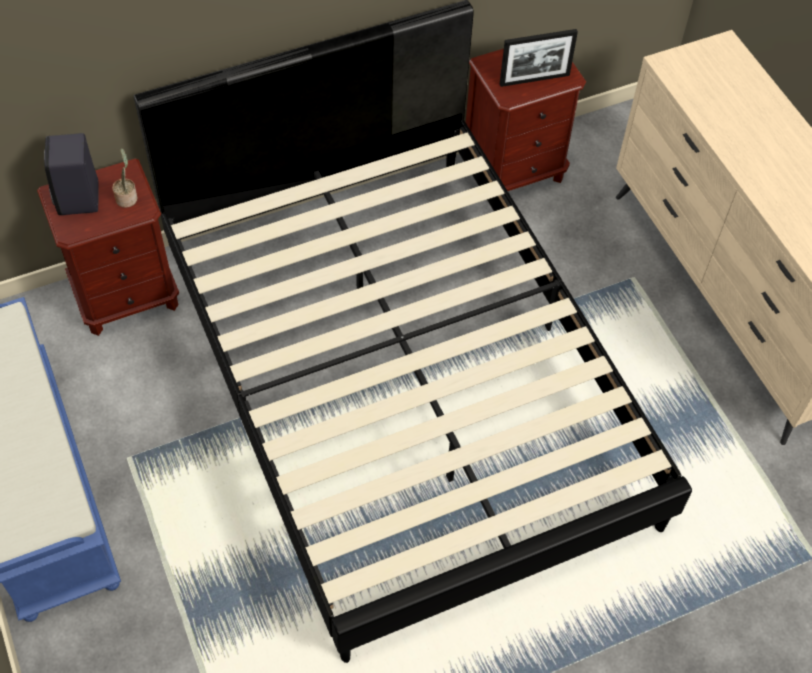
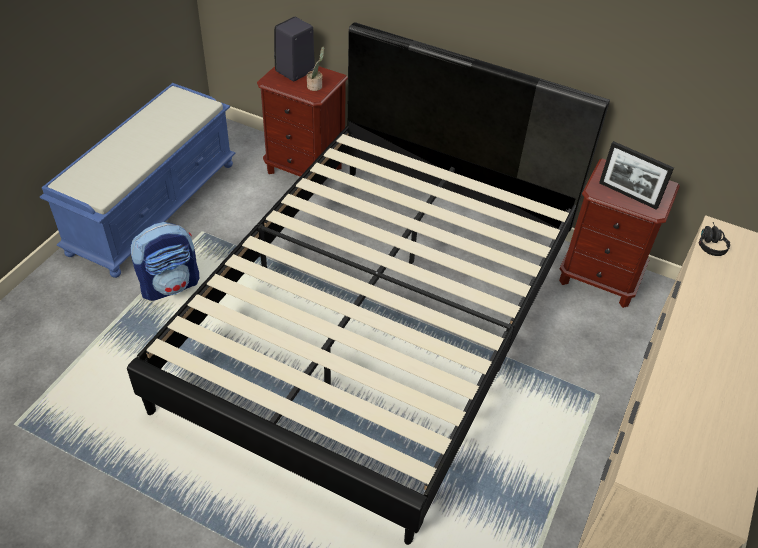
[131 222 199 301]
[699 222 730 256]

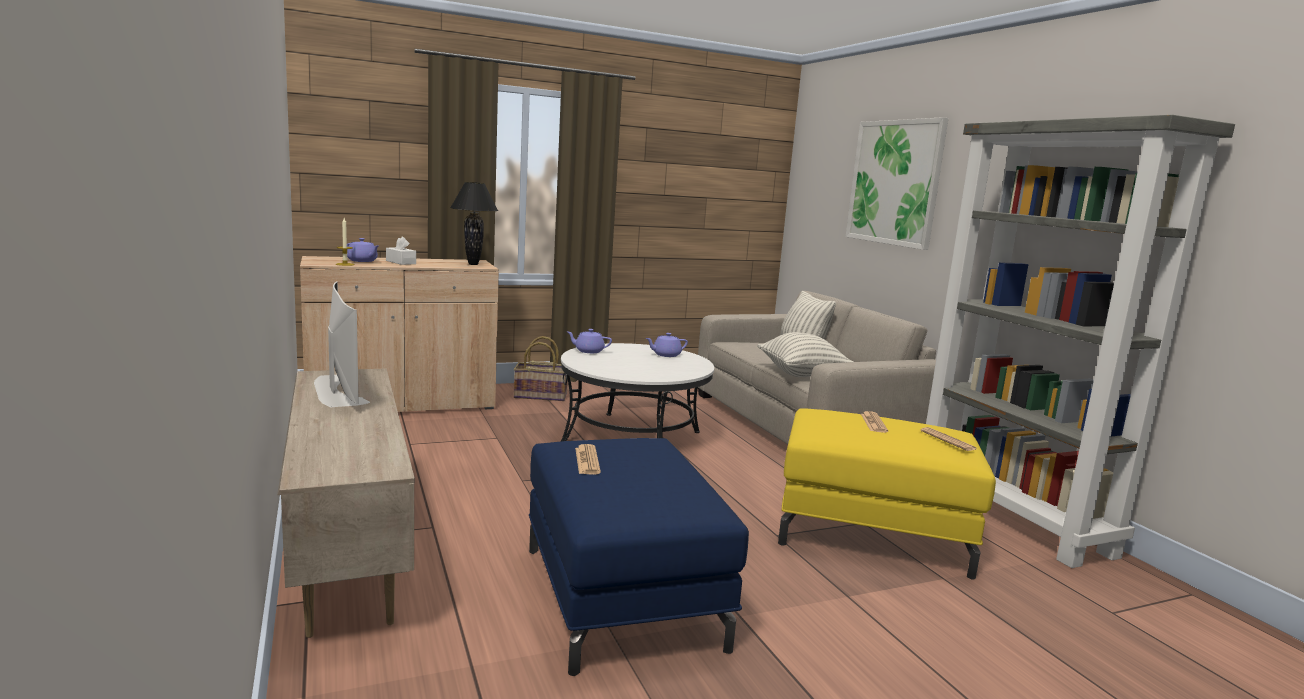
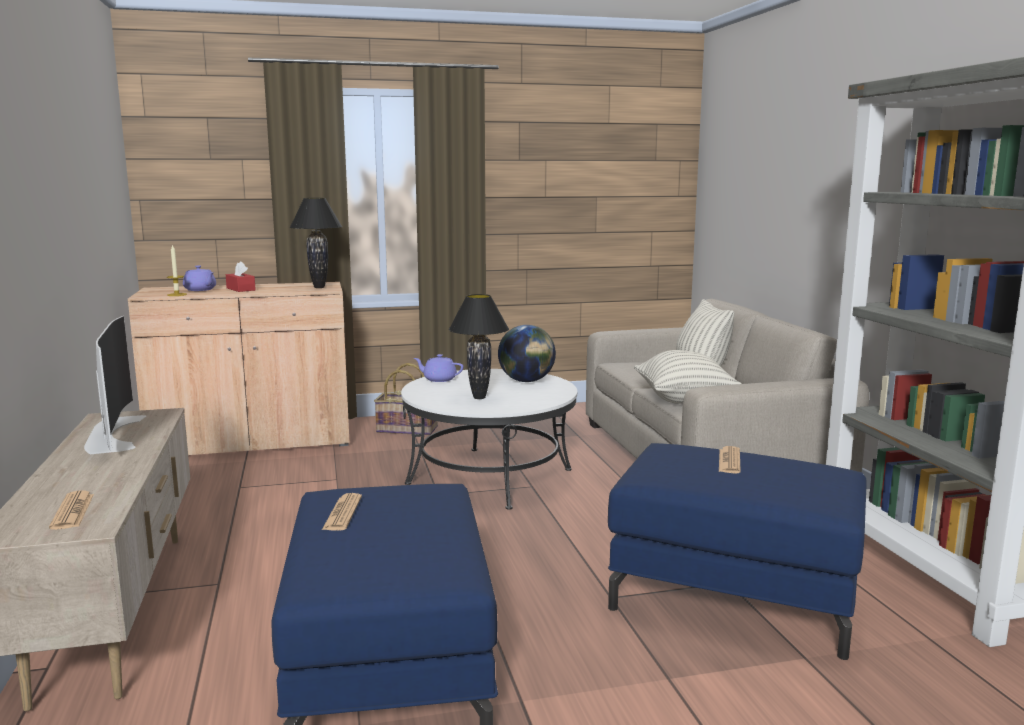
[846 117 948 250] (first image)
[226 261 256 292]
[498 325 556 382]
[608 443 867 660]
[49 491 94 530]
[449 294 509 399]

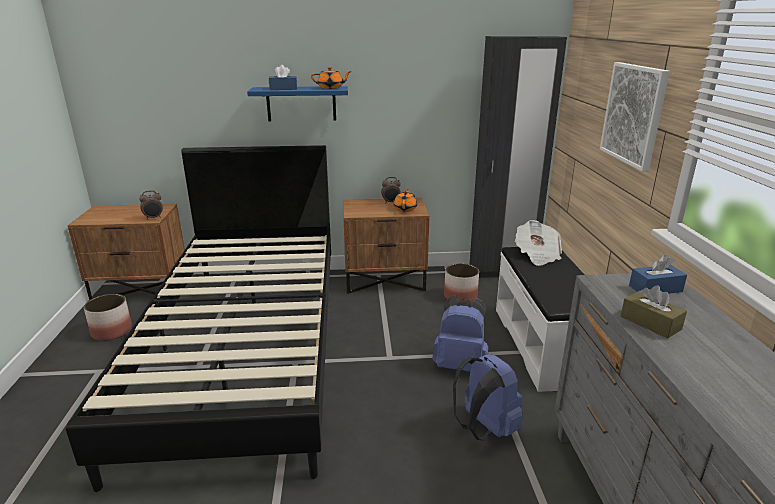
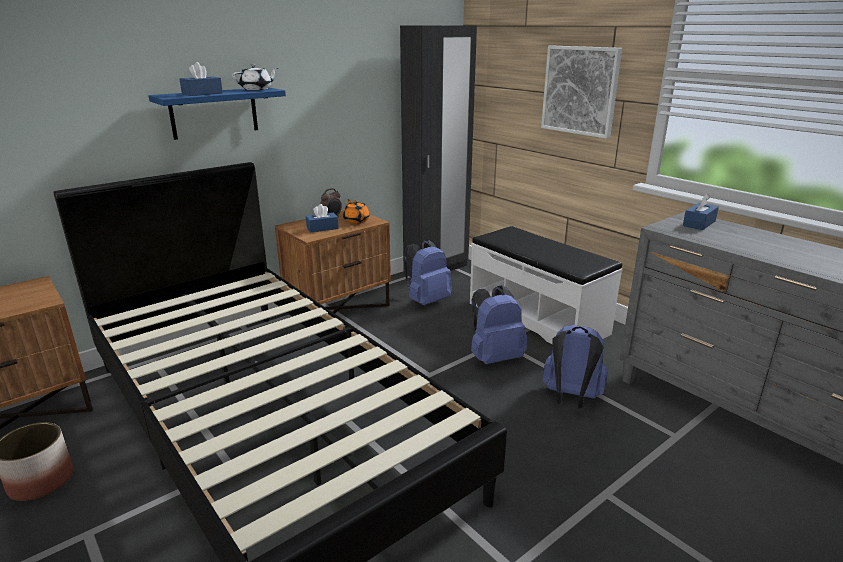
[232 64 278 90]
[139 190 163 220] (first image)
[515 220 562 266] (first image)
[404 240 452 306]
[621 285 687 338] (first image)
[306 204 339 233]

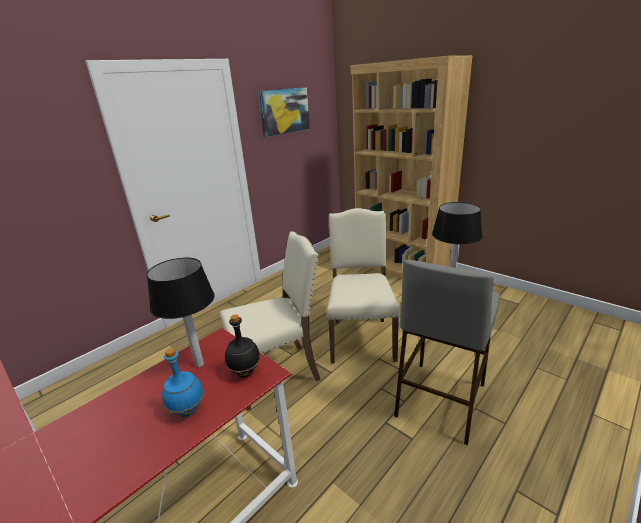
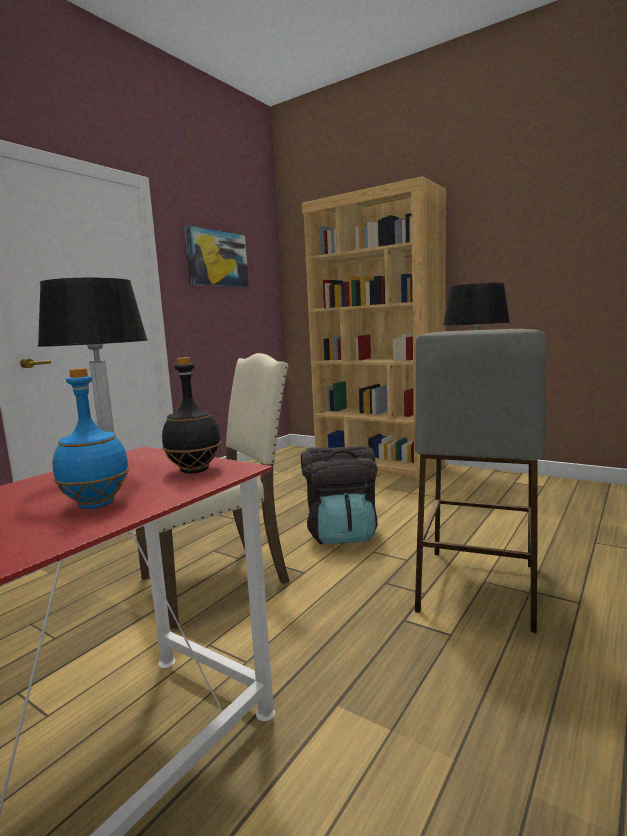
[301 446 378 544]

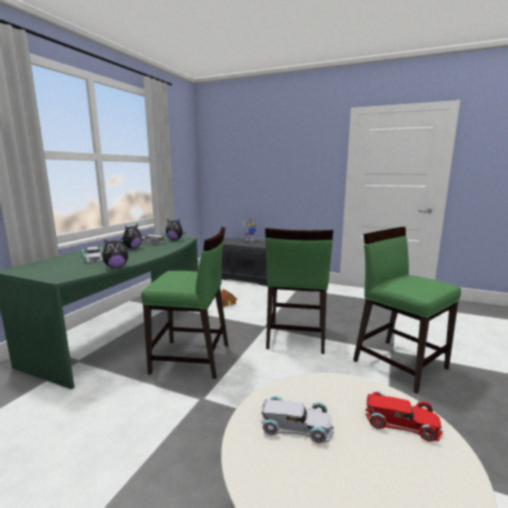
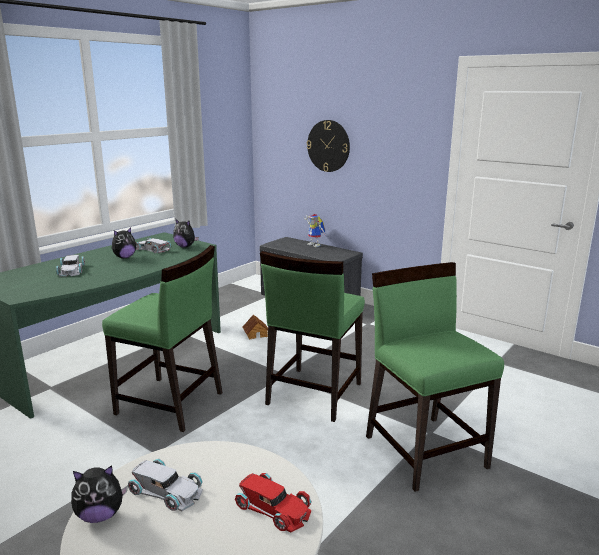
[71 465 128 523]
[307 120 350 172]

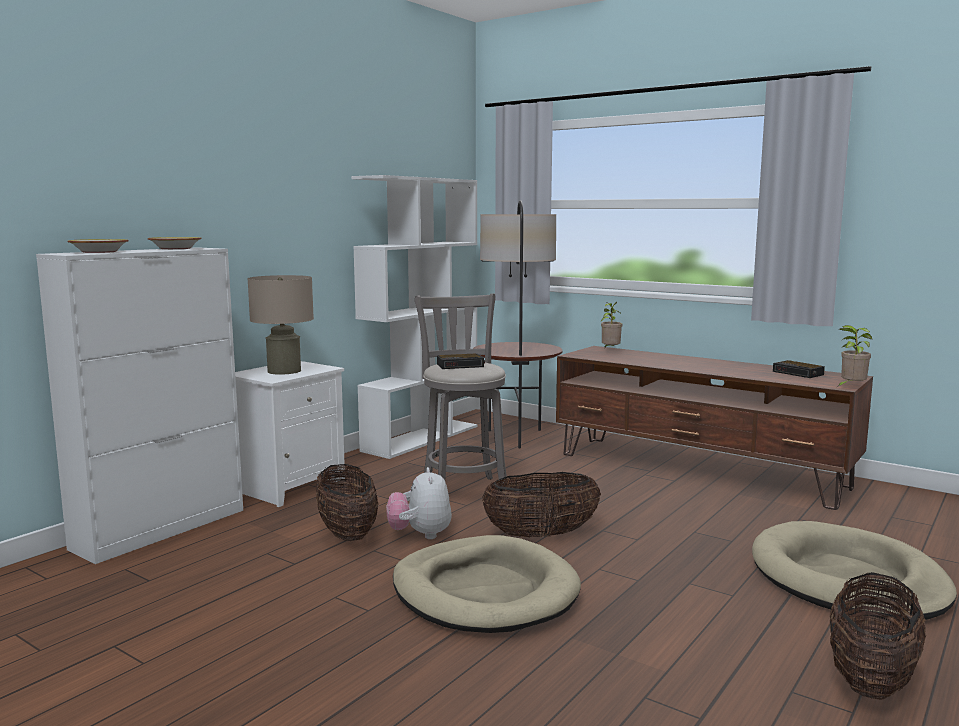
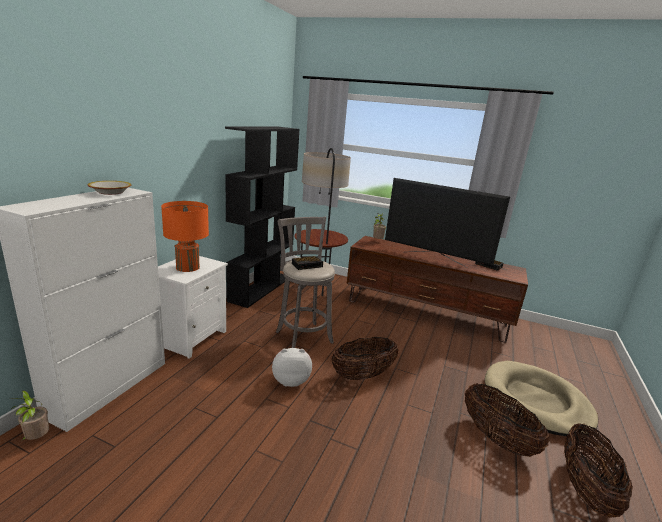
[225 127 300 308]
[68 239 128 253] (first image)
[161 201 209 272]
[11 391 49 441]
[465 383 549 457]
[272 348 312 387]
[393 535 581 633] (first image)
[385 178 510 267]

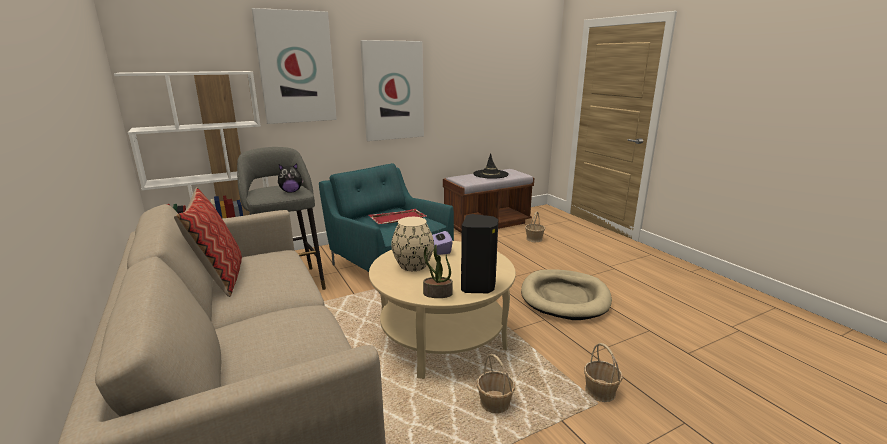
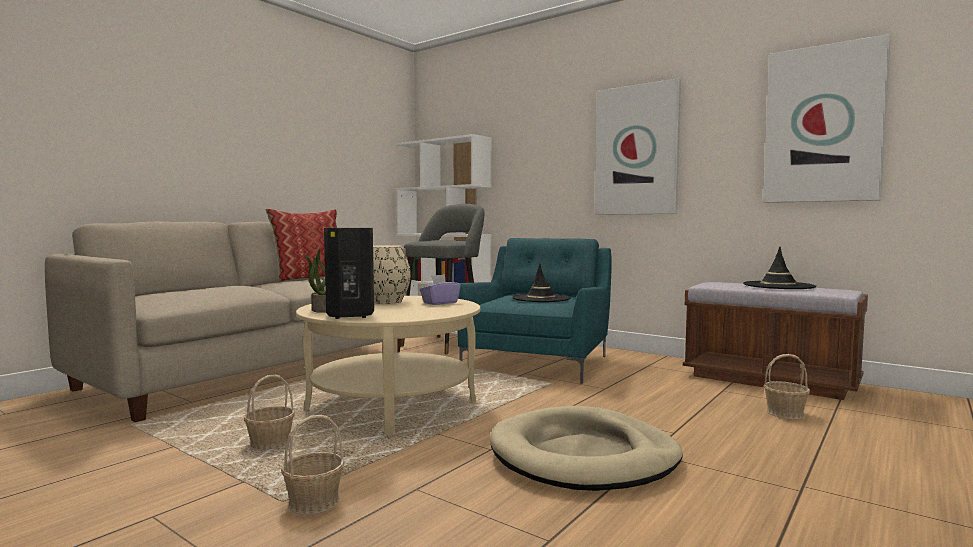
[763 34 891 203]
[278 163 304 193] (first image)
[512 263 570 302]

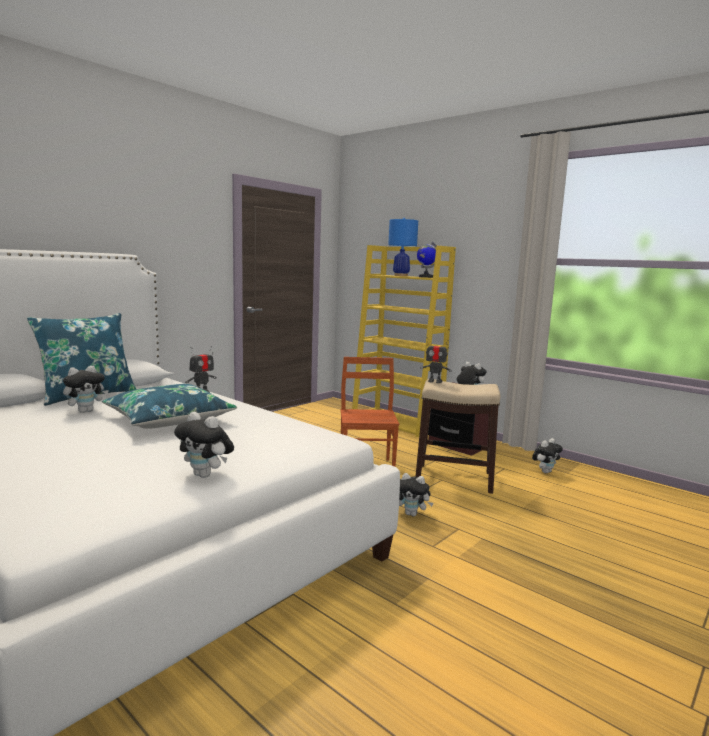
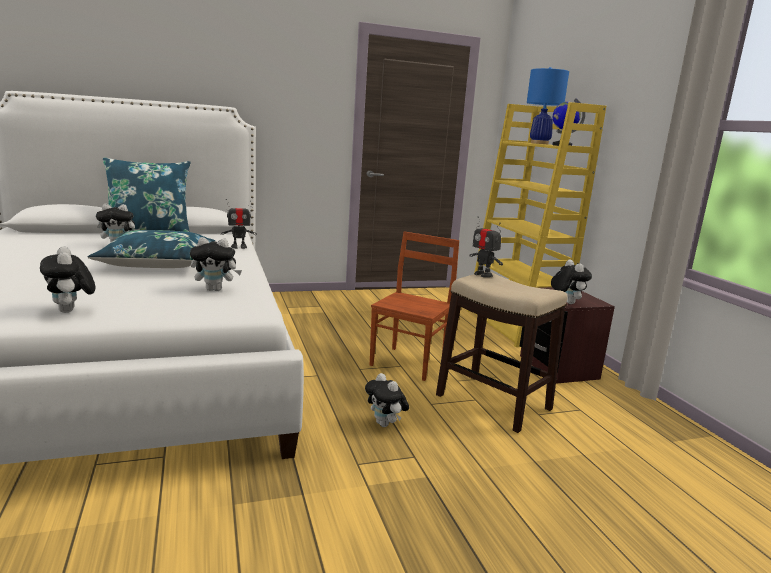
[190 237 242 291]

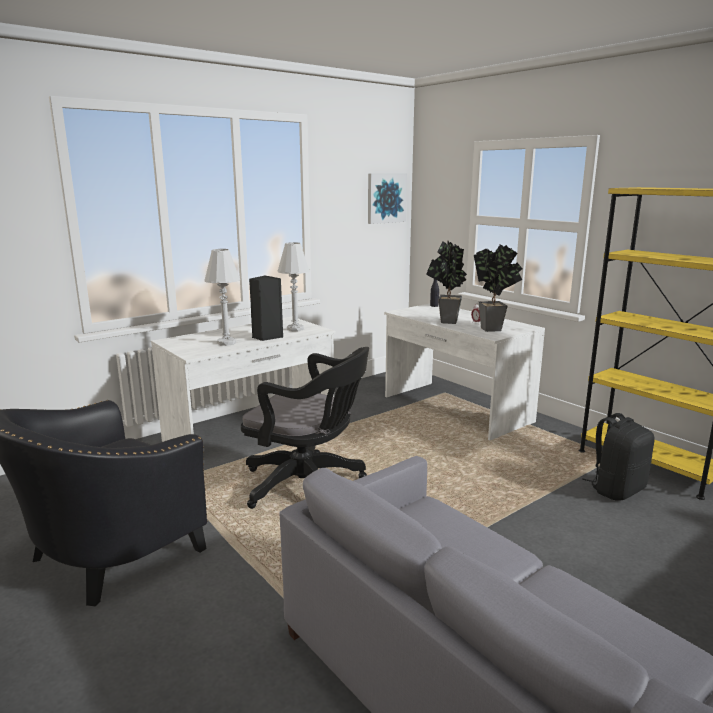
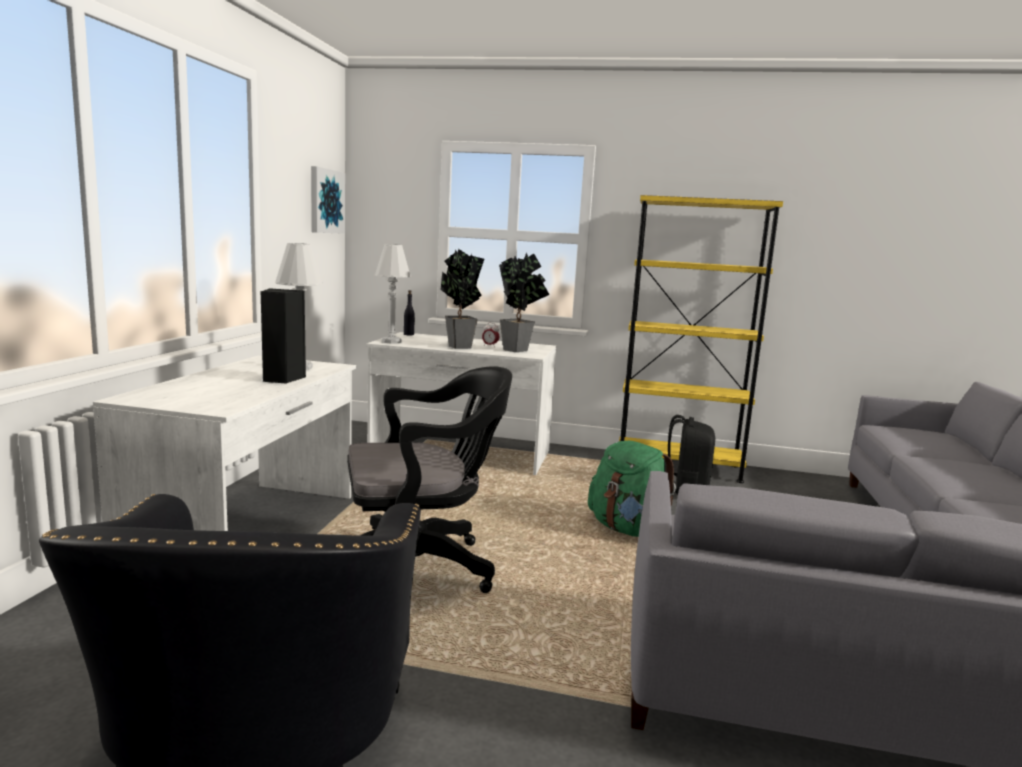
[375 244 411 344]
[588 441 676 537]

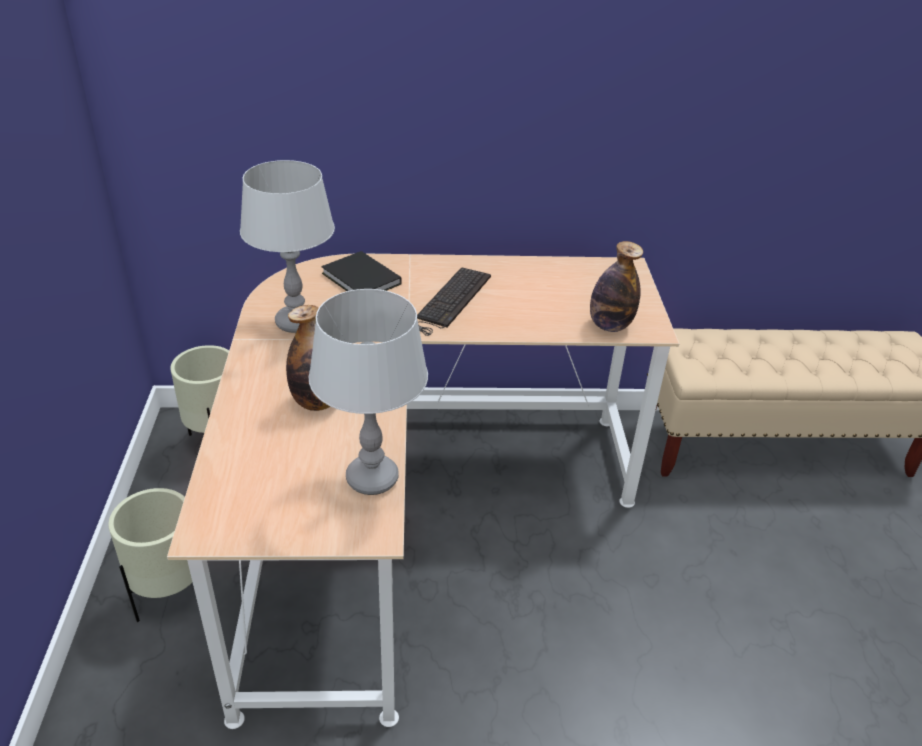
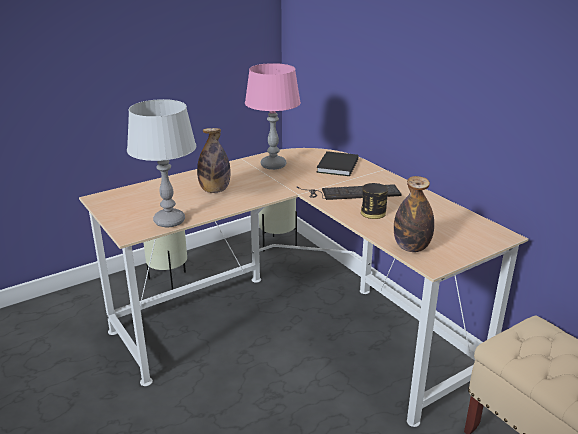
[245 63 301 170]
[361 183 388 219]

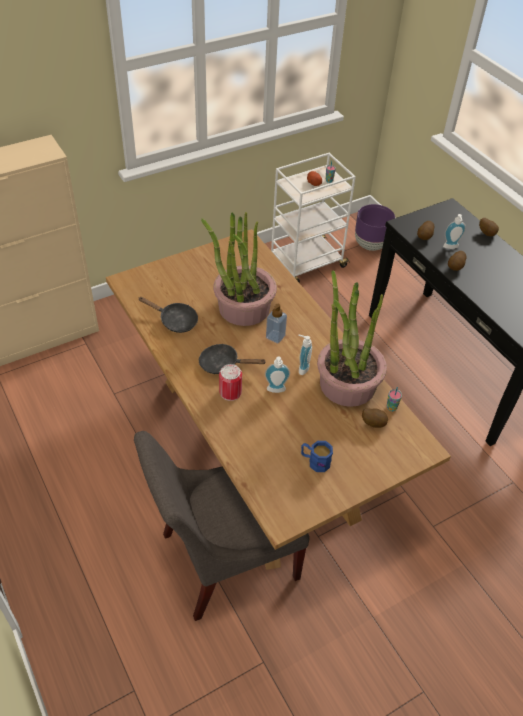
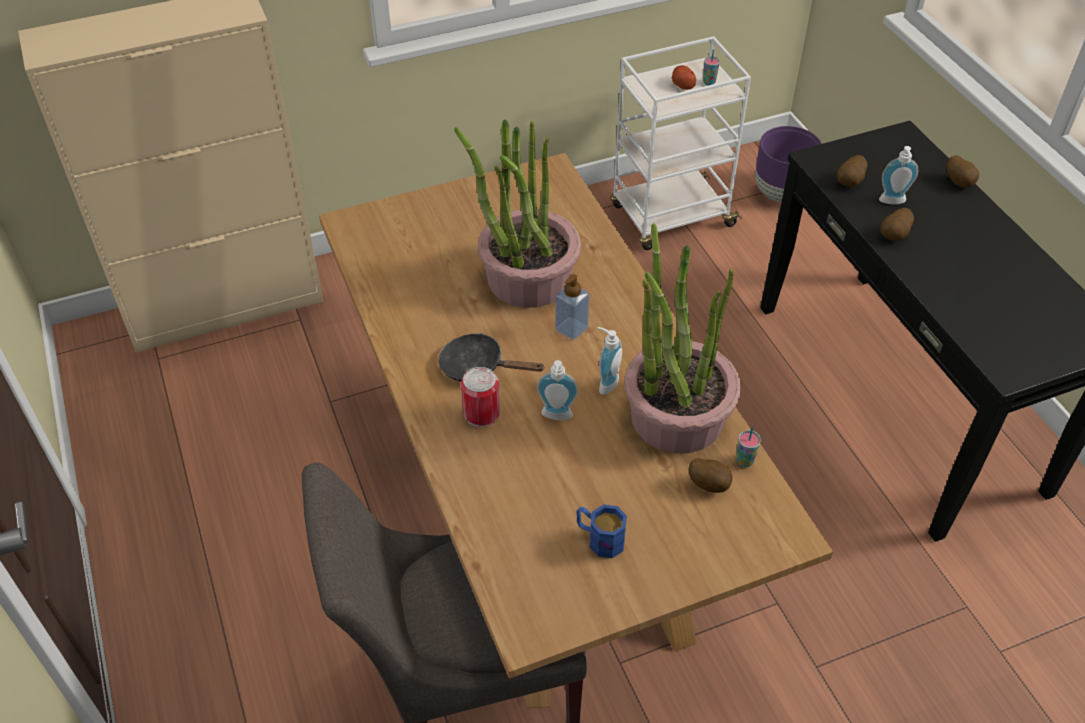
[138 297 198 333] (first image)

